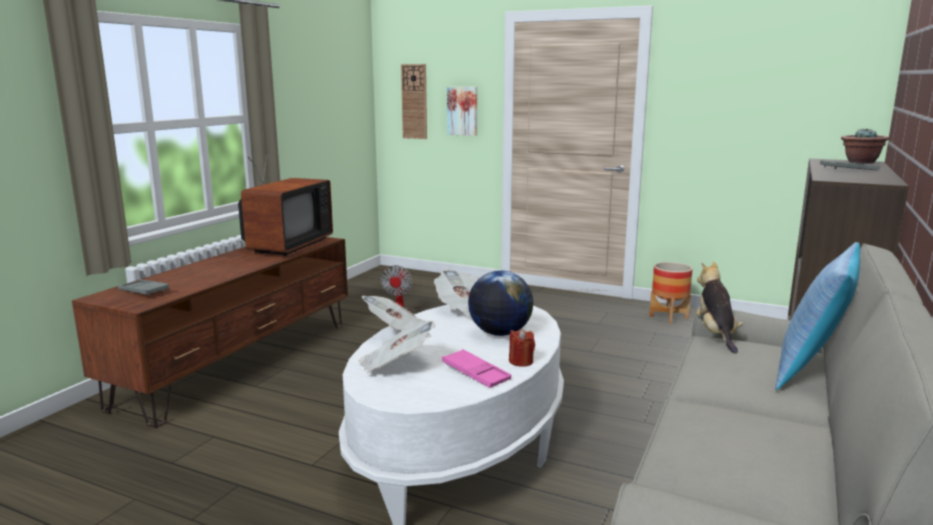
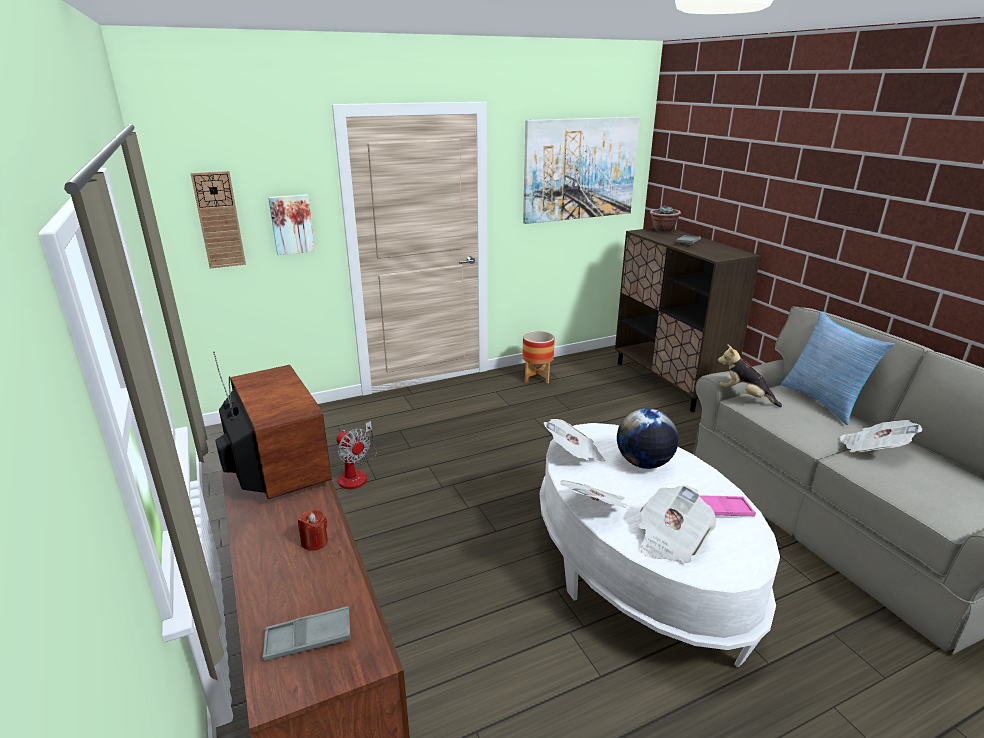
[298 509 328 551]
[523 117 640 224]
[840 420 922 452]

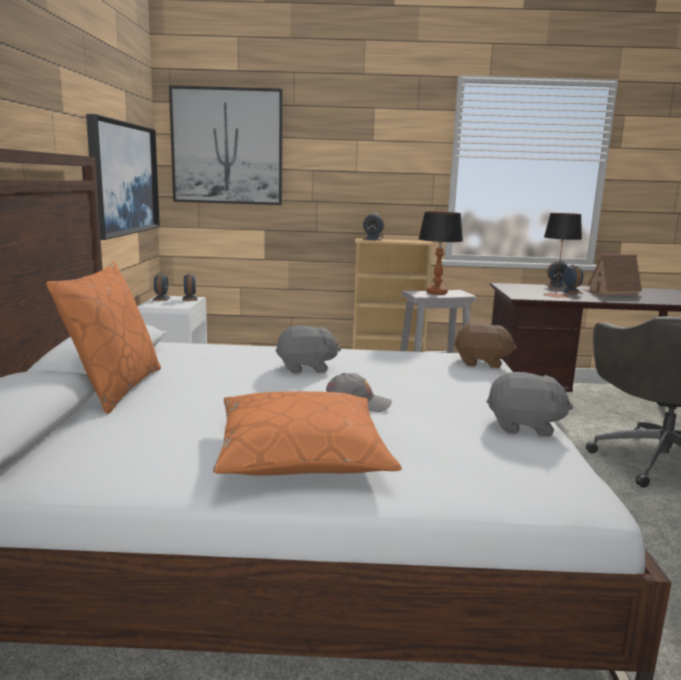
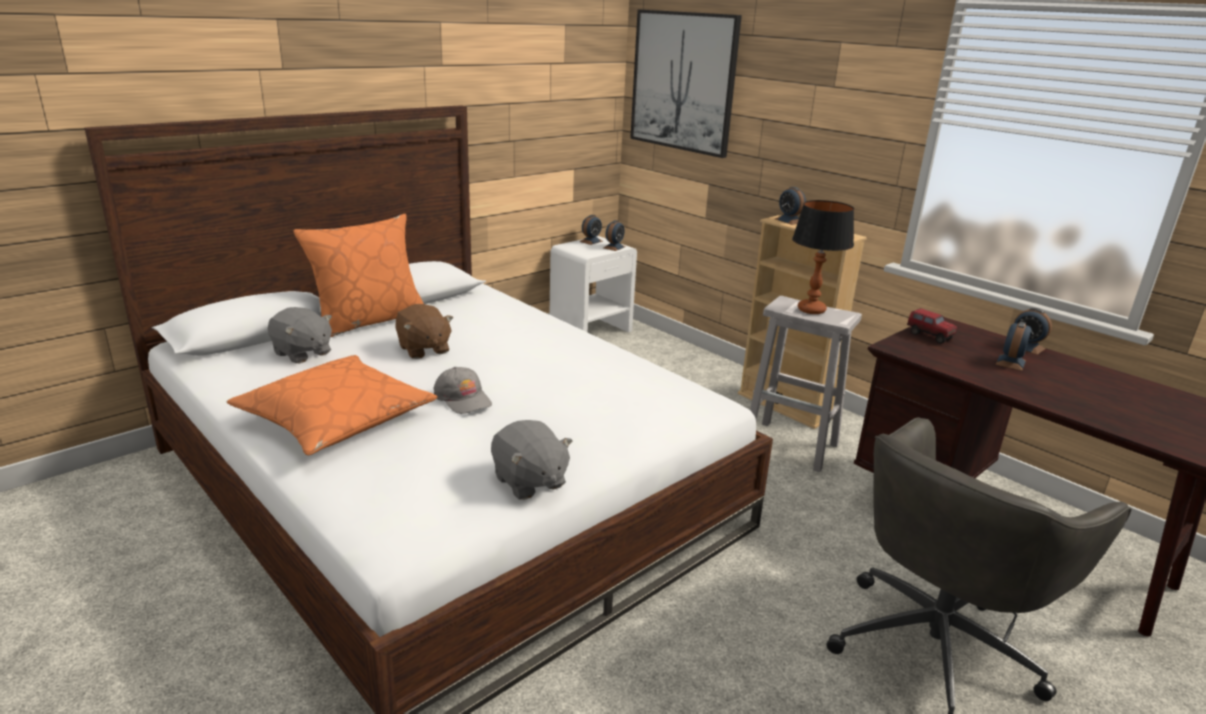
[86 114 160 240] (first image)
[543 213 582 298] (first image)
[582 254 642 295] (first image)
[395 304 453 359]
[268 307 332 363]
[907 308 957 344]

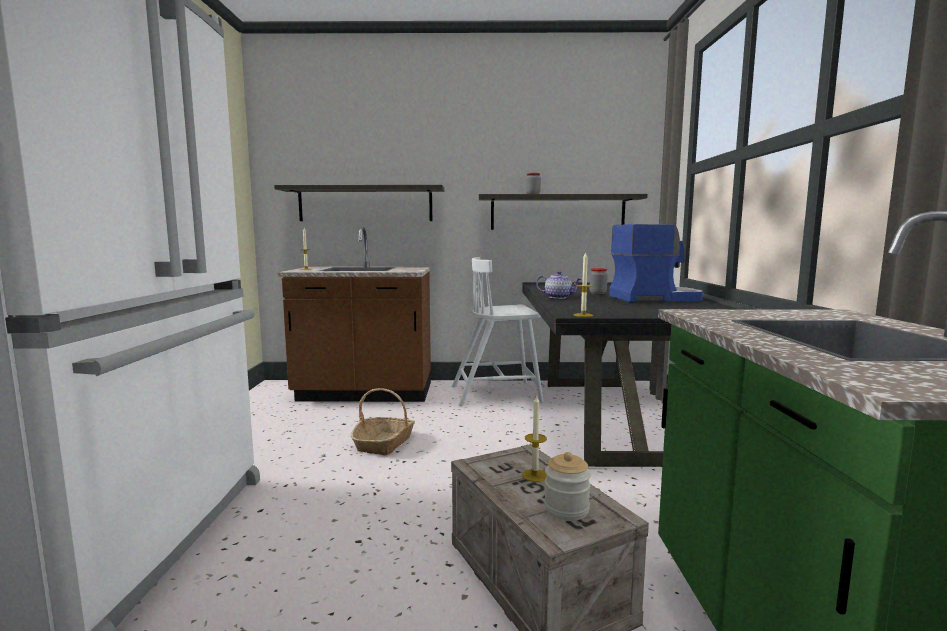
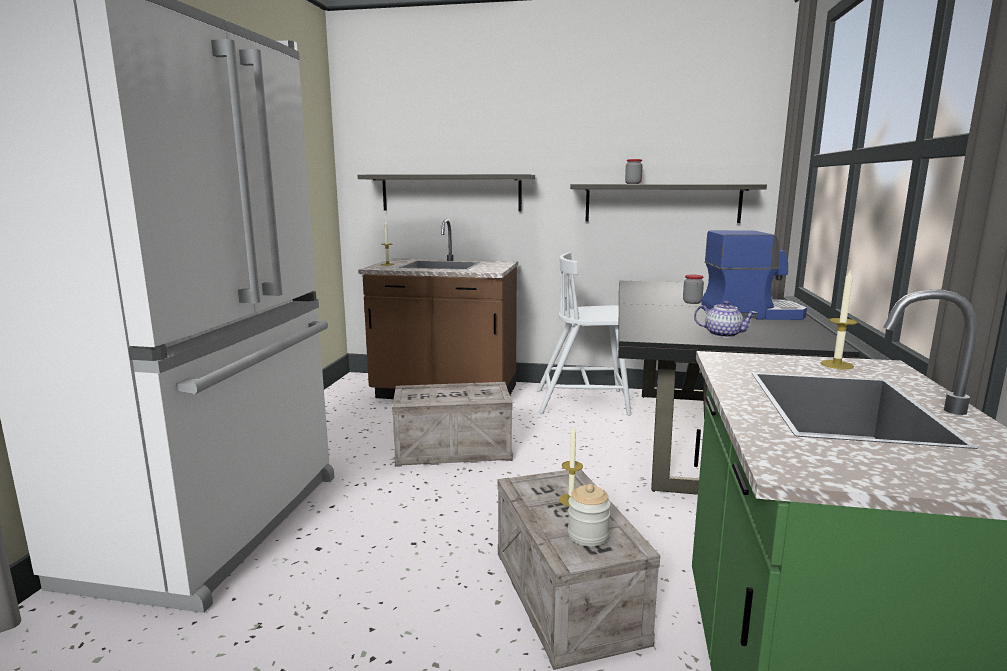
[820 271 858 369]
[694 301 757 338]
[392 382 513 467]

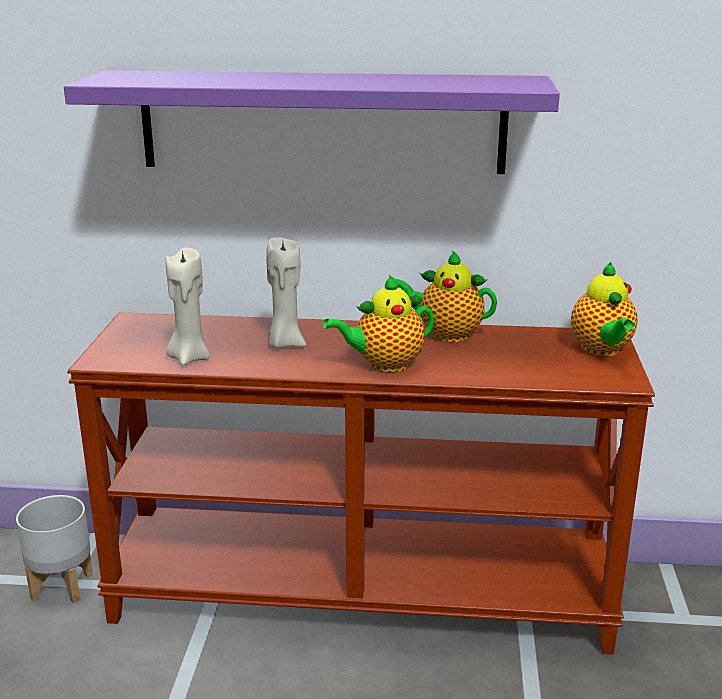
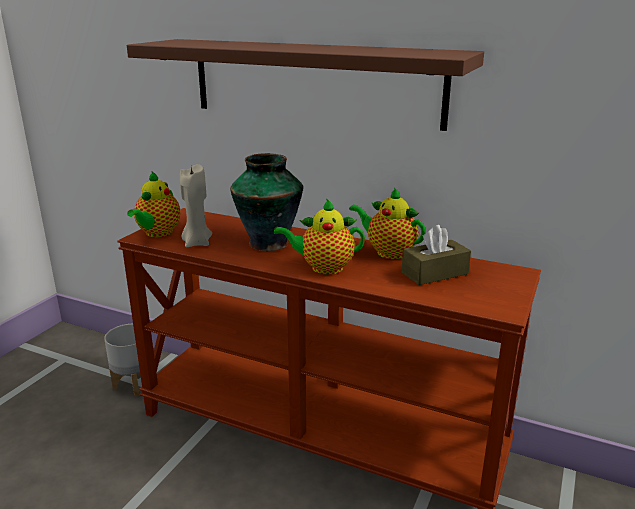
[127 39 484 131]
[230 153 303 251]
[127 171 180 237]
[402 225 471 285]

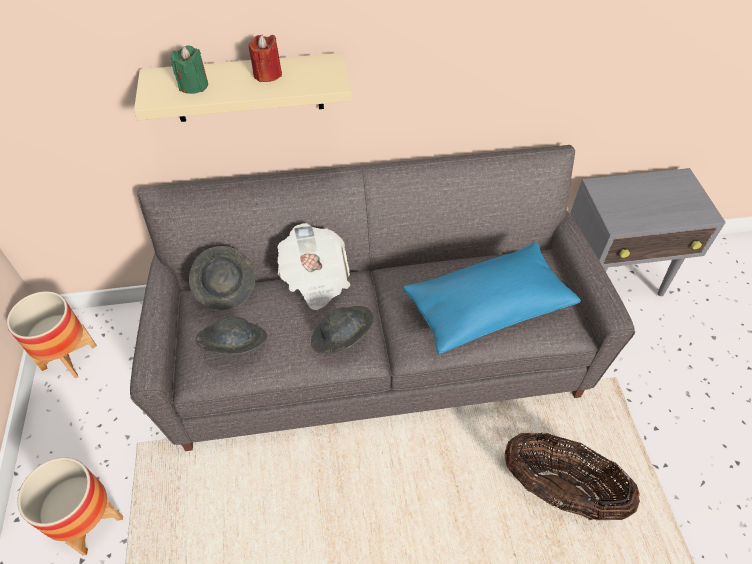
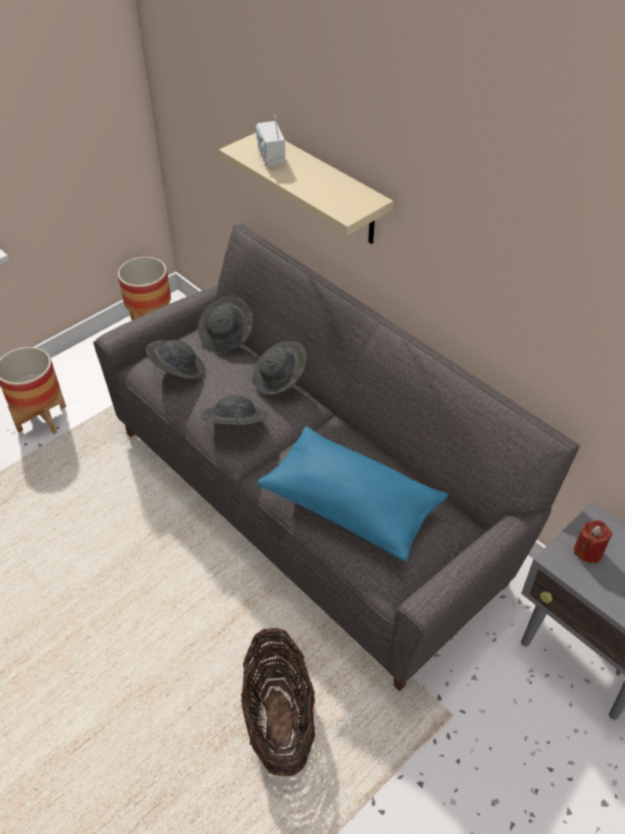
[574 520 612 563]
[256 116 285 167]
[252 341 307 395]

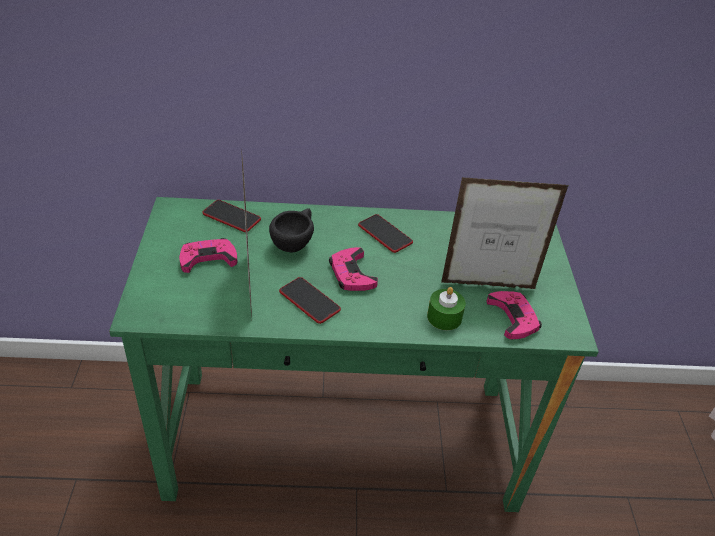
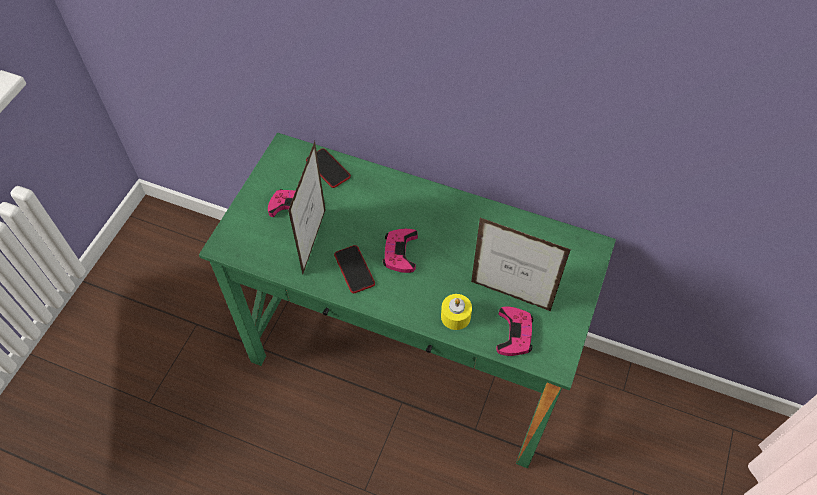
[269 209 314 252] (first image)
[358 214 413 253] (first image)
[441 294 472 330]

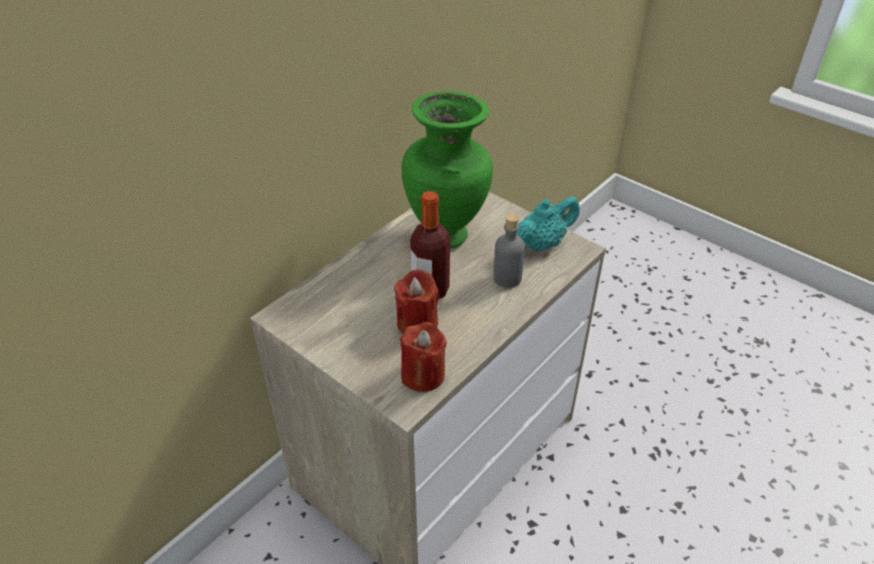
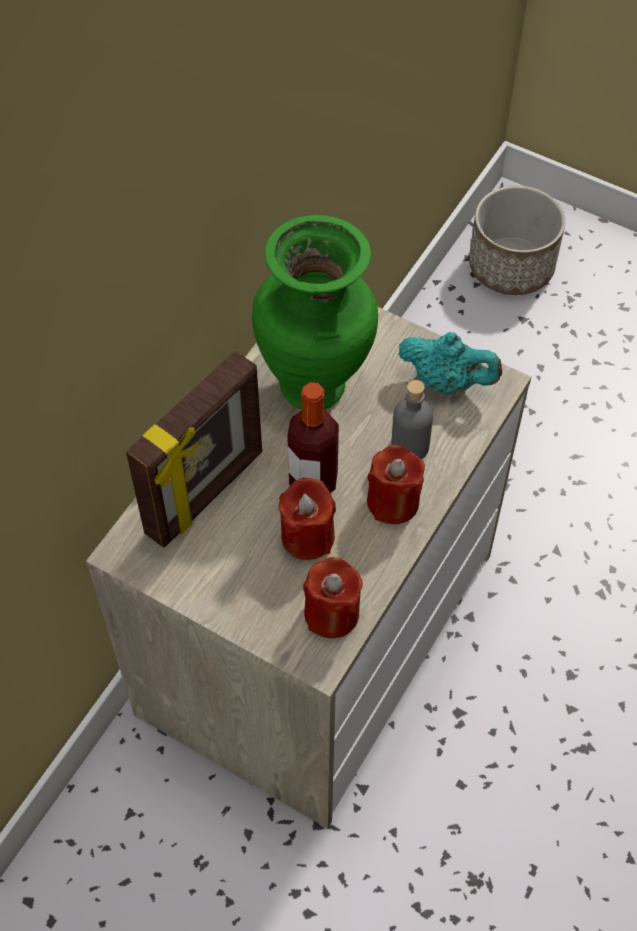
[398 332 502 395]
[469 185 565 295]
[126 351 262 548]
[367 445 425 524]

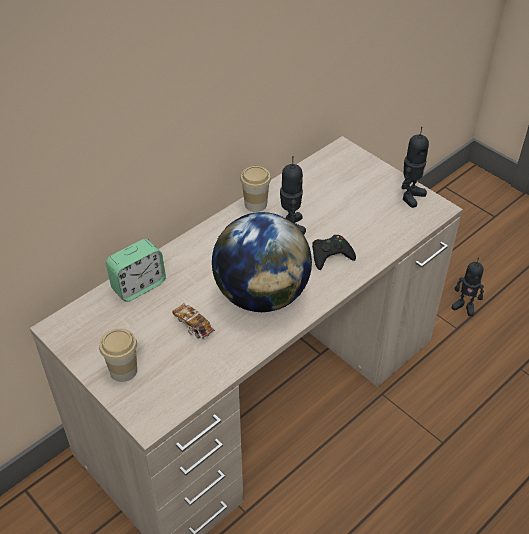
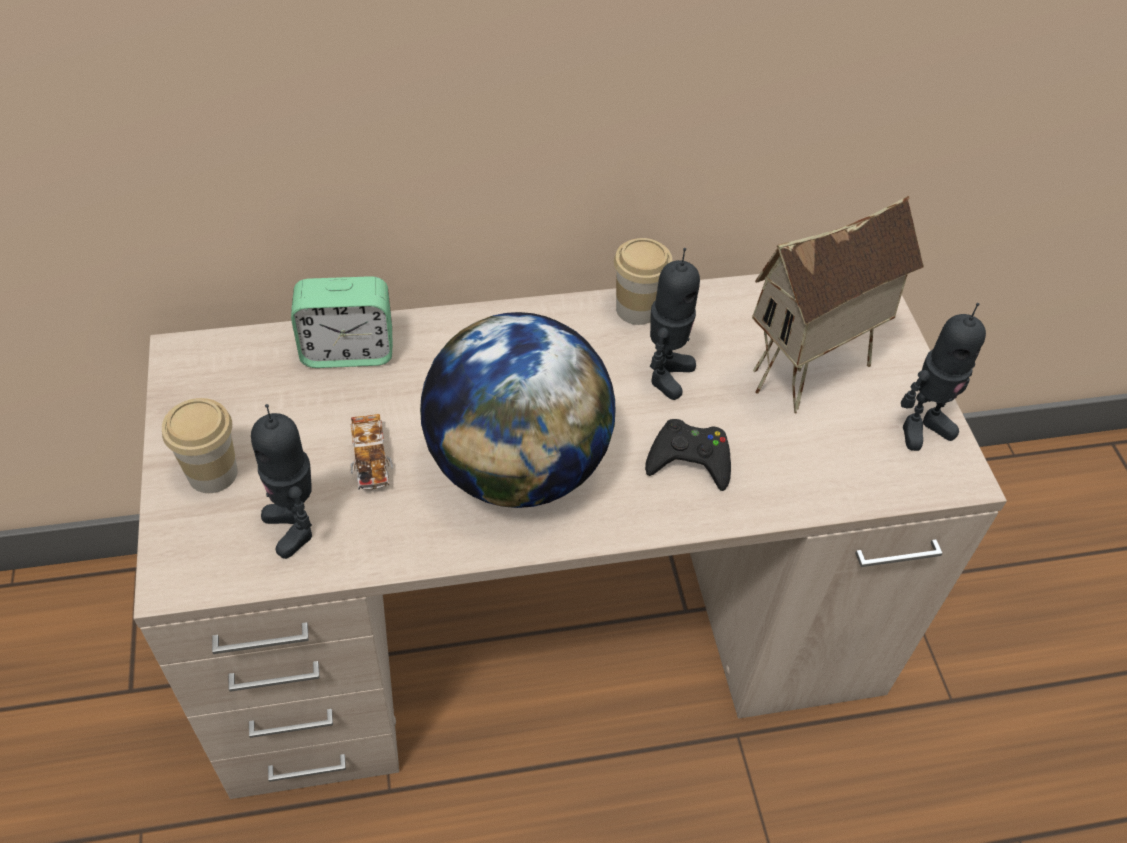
[251 404 312 559]
[752 196 924 414]

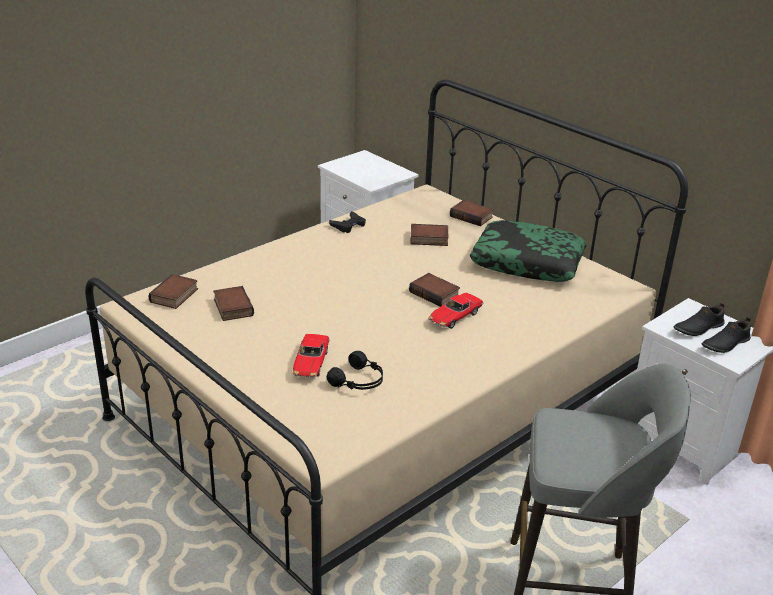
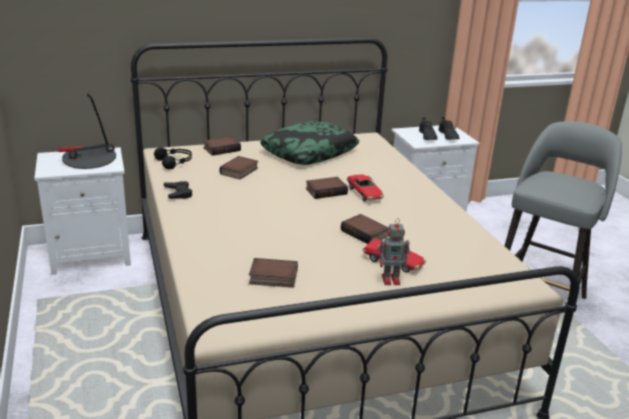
[341 214 389 244]
[154 147 192 169]
[58 93 116 169]
[380 218 410 285]

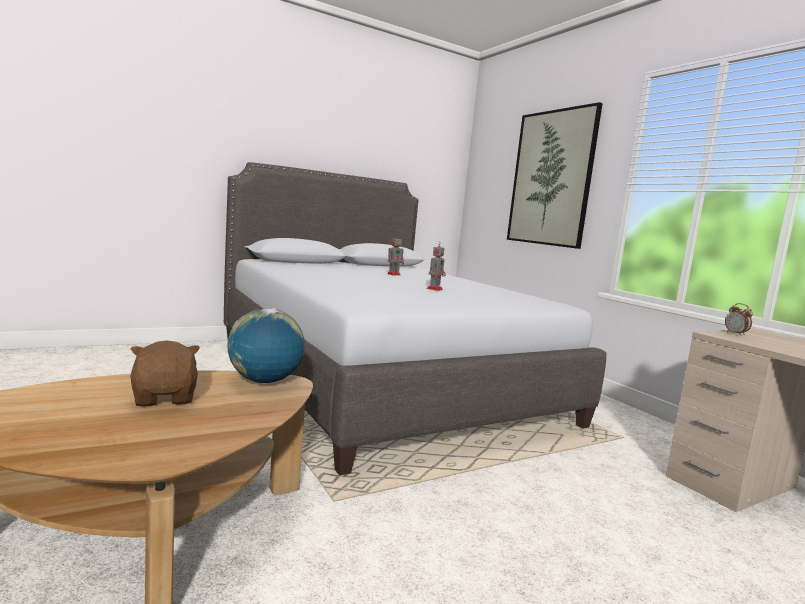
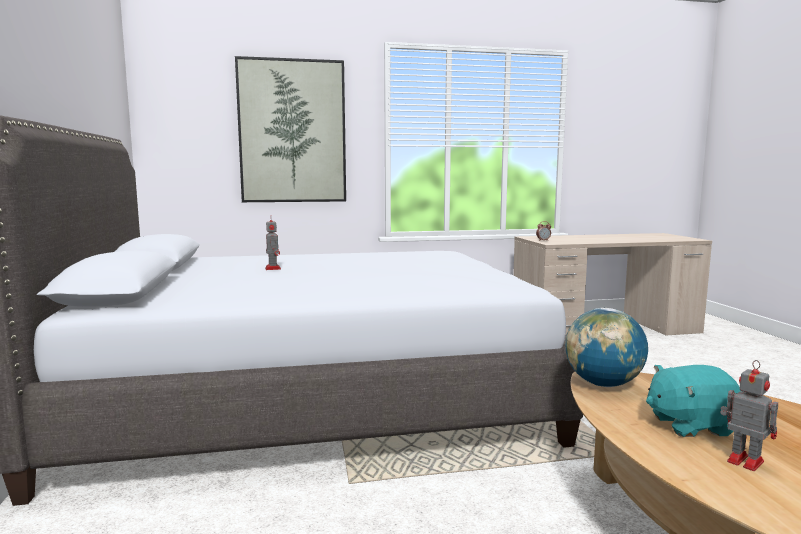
[720 360 778 471]
[646 365 741 437]

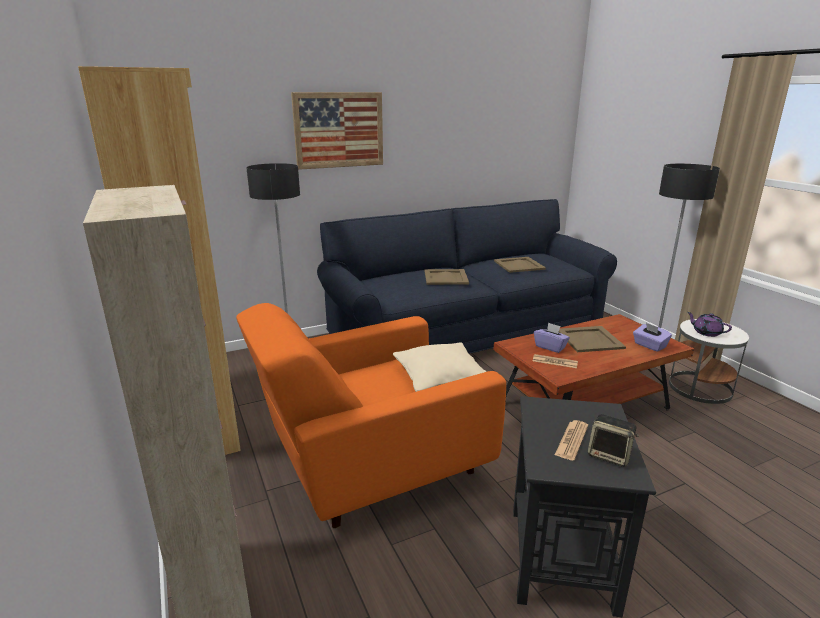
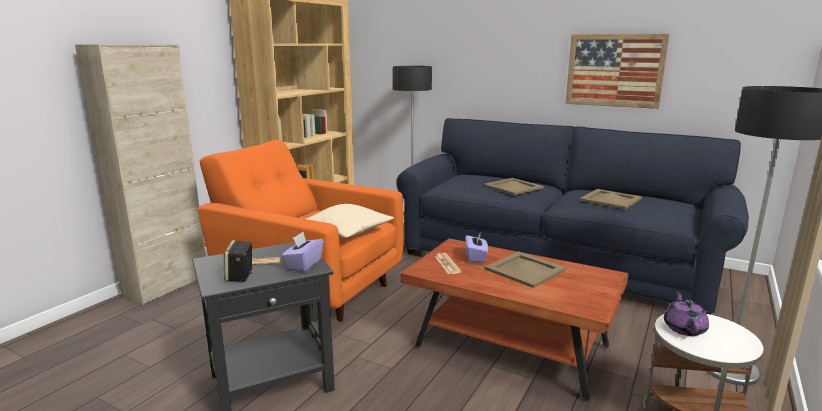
[566 33 670 109]
[281 232 323 272]

